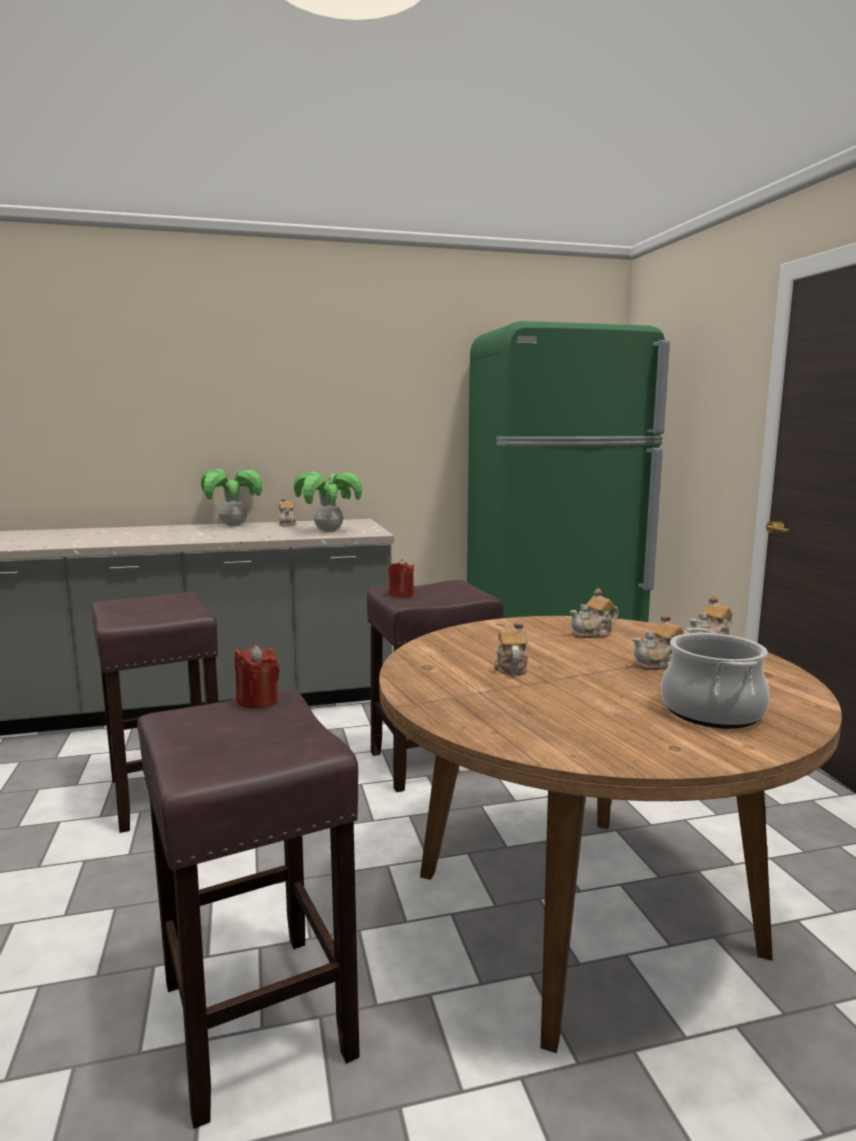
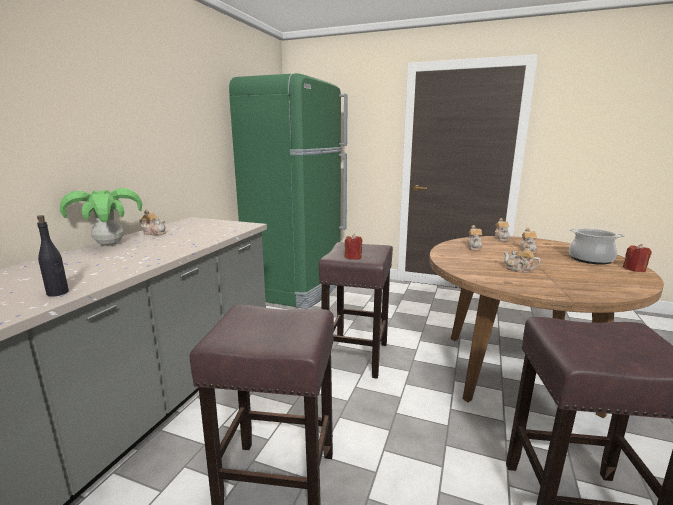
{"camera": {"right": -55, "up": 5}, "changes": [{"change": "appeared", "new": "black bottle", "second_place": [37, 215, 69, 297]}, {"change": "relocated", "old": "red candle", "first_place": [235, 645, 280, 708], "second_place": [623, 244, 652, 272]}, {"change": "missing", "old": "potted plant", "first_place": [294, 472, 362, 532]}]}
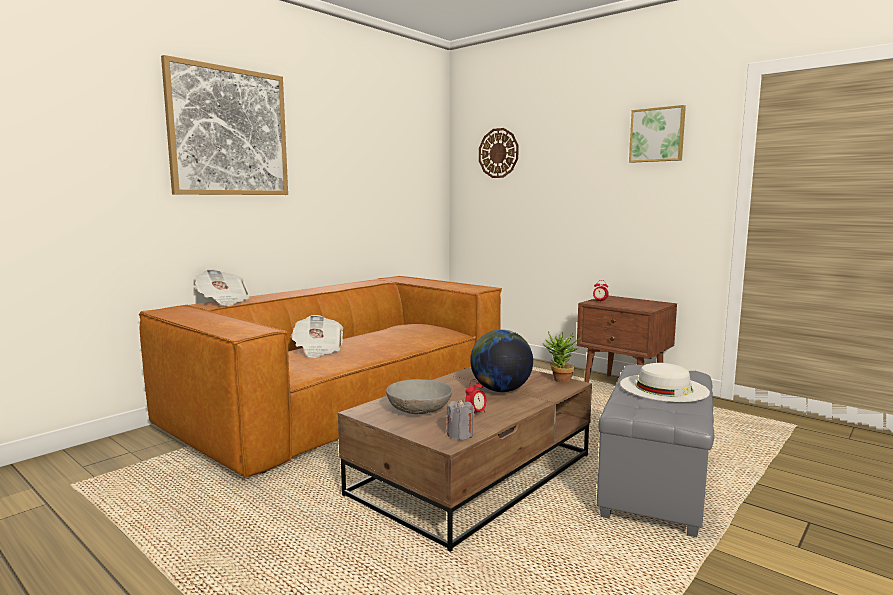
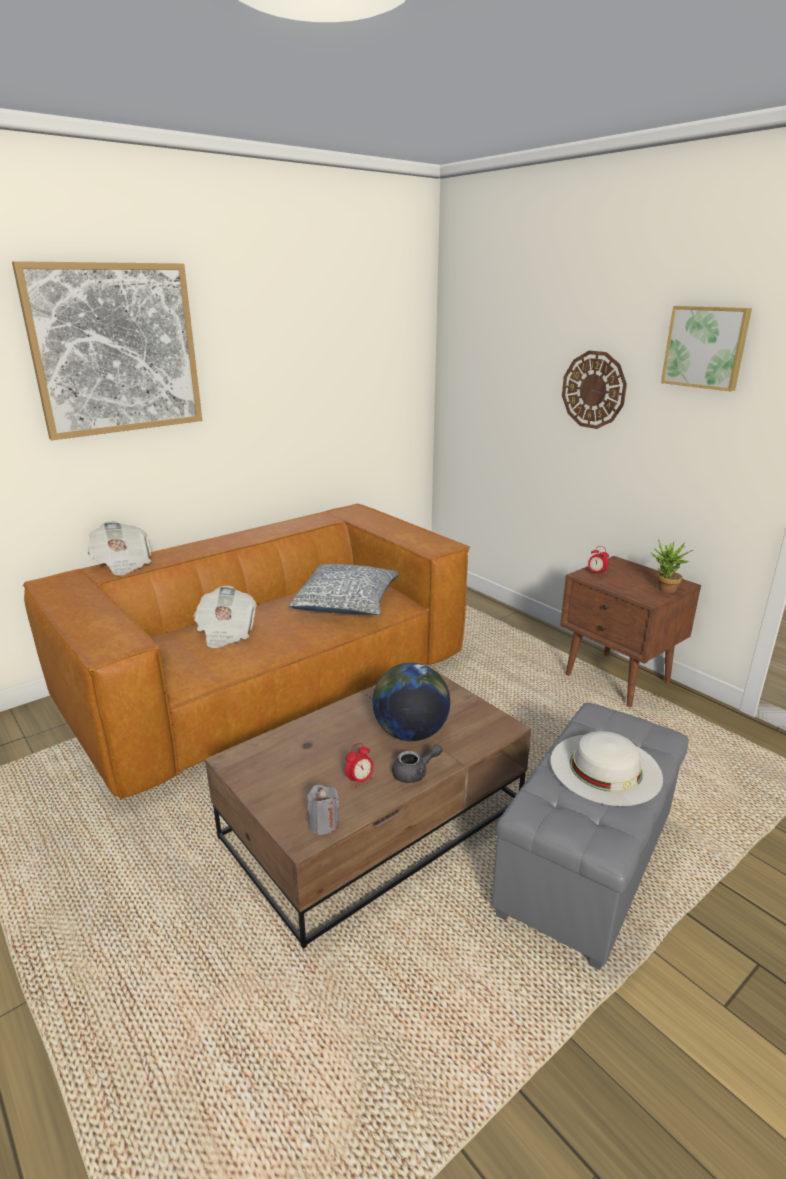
{"camera": {"right": 10, "up": 15}, "changes": [{"change": "appeared", "new": "pillow", "second_place": [288, 564, 399, 615]}, {"change": "appeared", "new": "grey teapot", "second_place": [392, 744, 443, 783]}, {"change": "relocated", "old": "wall clock", "first_place": [479, 128, 519, 178], "second_place": [562, 351, 627, 429]}, {"change": "relocated", "old": "potted plant", "first_place": [542, 331, 580, 383], "second_place": [651, 540, 694, 593]}, {"change": "missing", "old": "grey bowl", "first_place": [386, 379, 453, 414]}]}
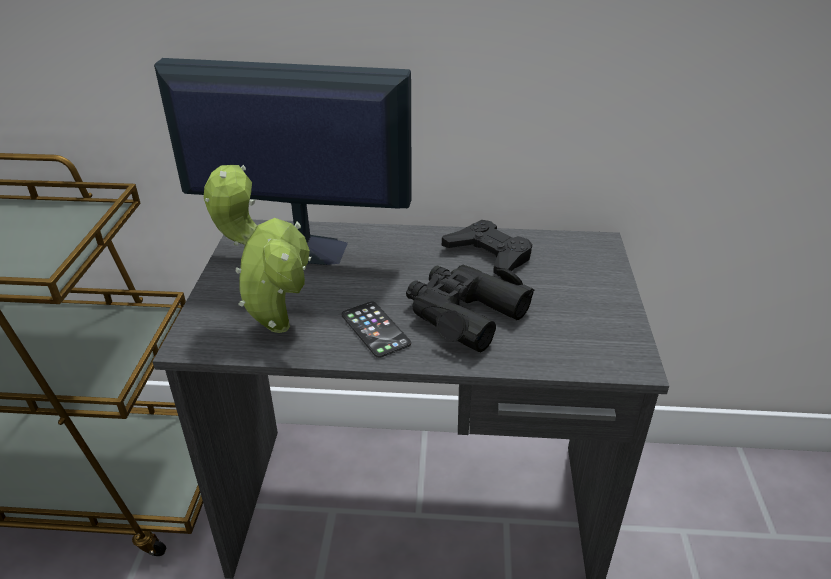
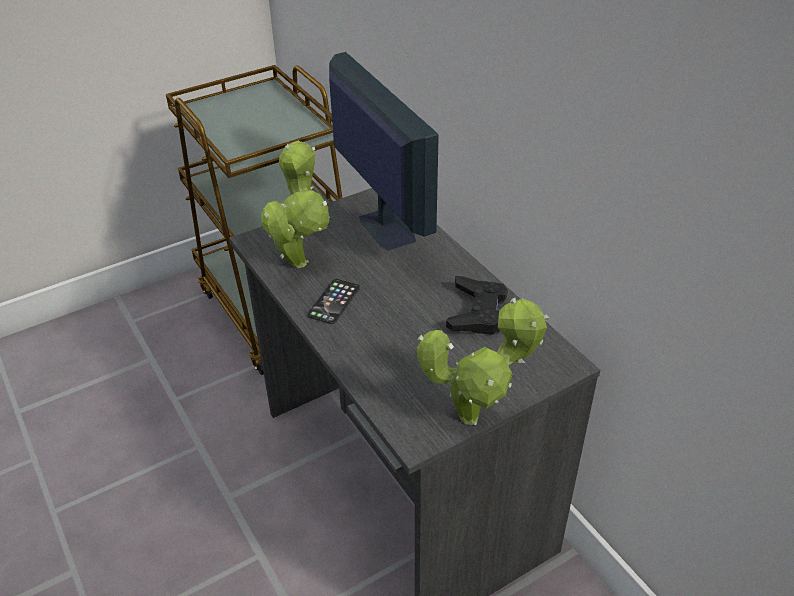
{"camera": {"right": 55, "up": 5}, "changes": [{"change": "appeared", "new": "potted plant", "second_place": [417, 298, 550, 425]}, {"change": "missing", "old": "black binoculars", "first_place": [406, 265, 534, 352]}]}
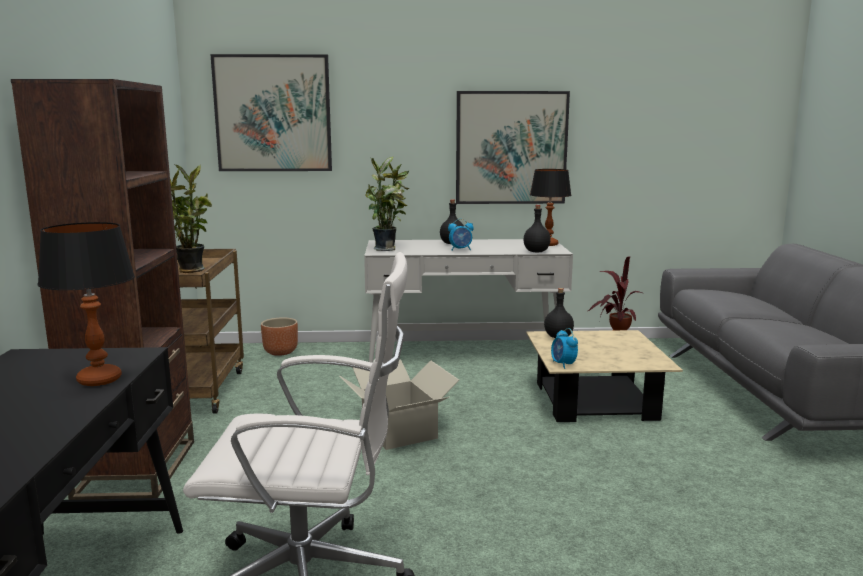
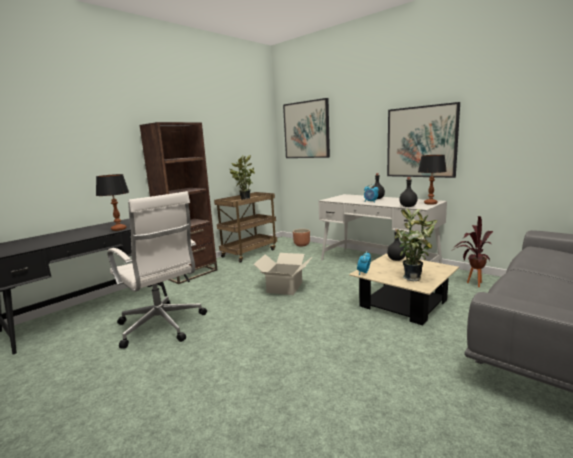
{"camera": {"right": 45, "up": 0}, "changes": [{"change": "relocated", "old": "potted plant", "first_place": [365, 157, 409, 251], "second_place": [395, 207, 437, 281]}]}
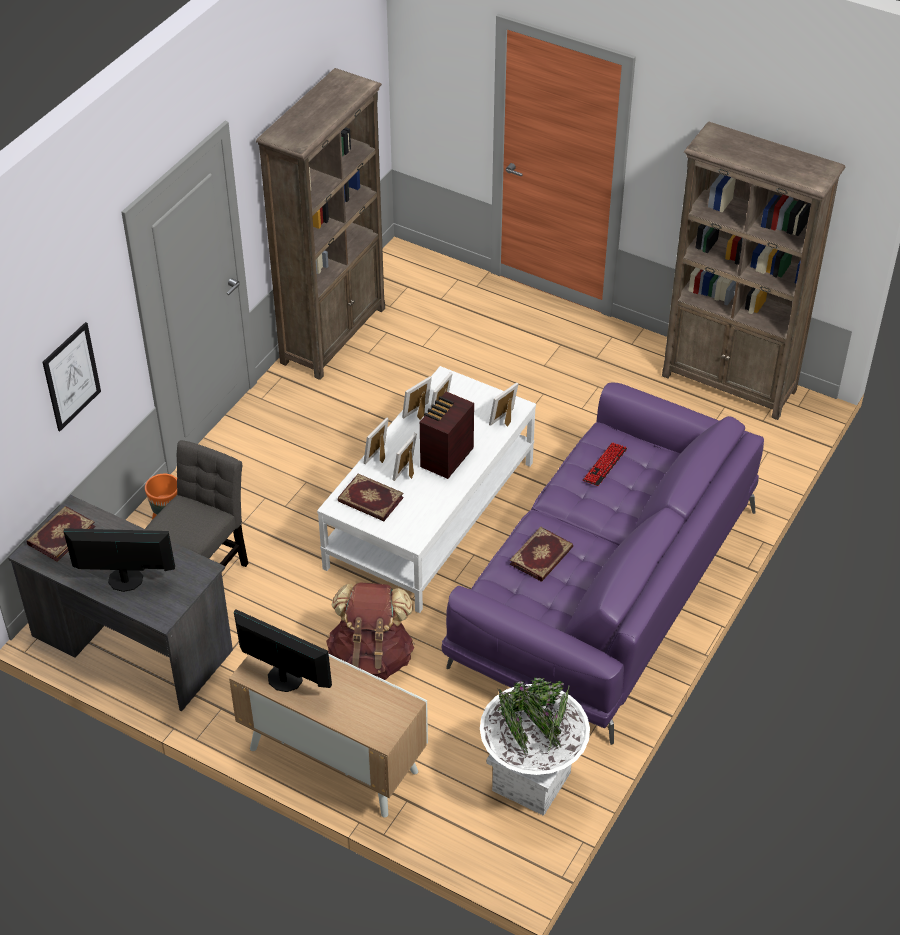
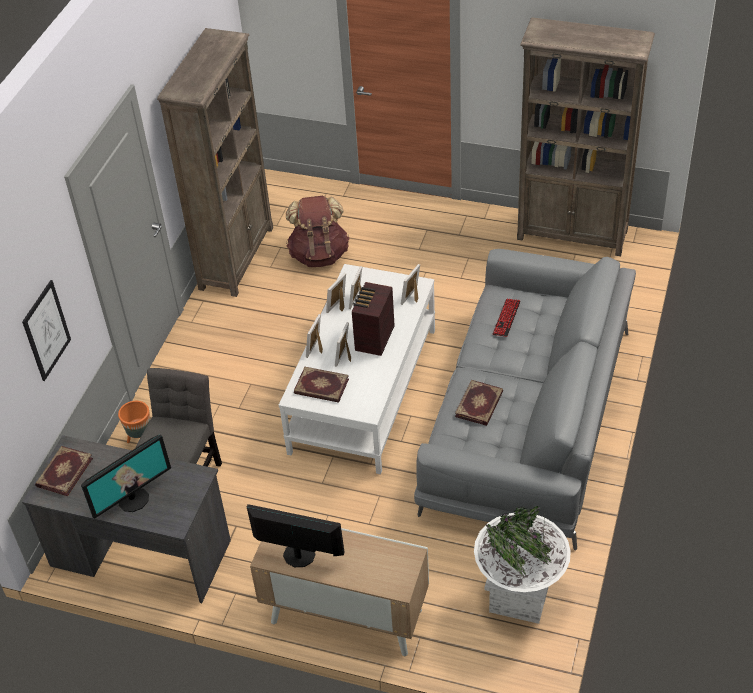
{"camera": {"right": -10, "up": 0}, "changes": [{"change": "spun", "old": "monitor", "first_place": [63, 528, 175, 592], "second_place": [81, 434, 171, 519], "degrees": 150}, {"change": "relocated", "old": "brown backpack", "first_place": [326, 582, 415, 680], "second_place": [286, 196, 350, 267]}, {"change": "colour", "old": "purple sofa", "new": "grey sofa", "first_place": [442, 382, 764, 745], "second_place": [414, 249, 636, 551]}]}
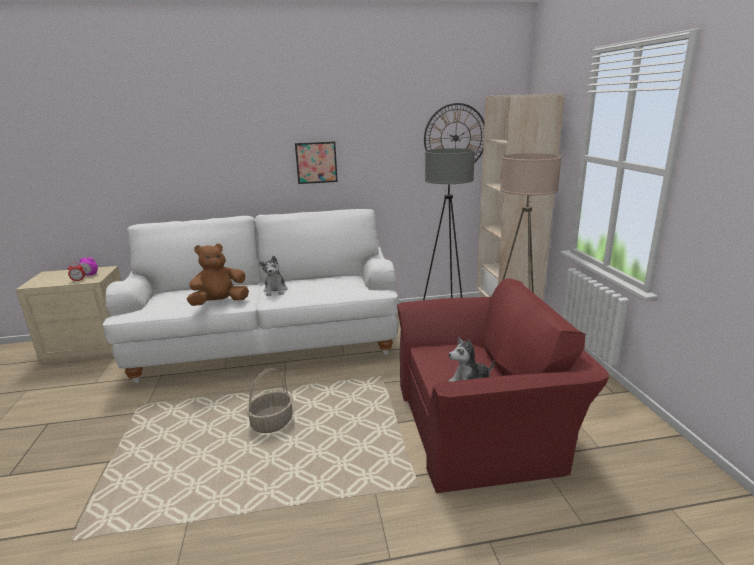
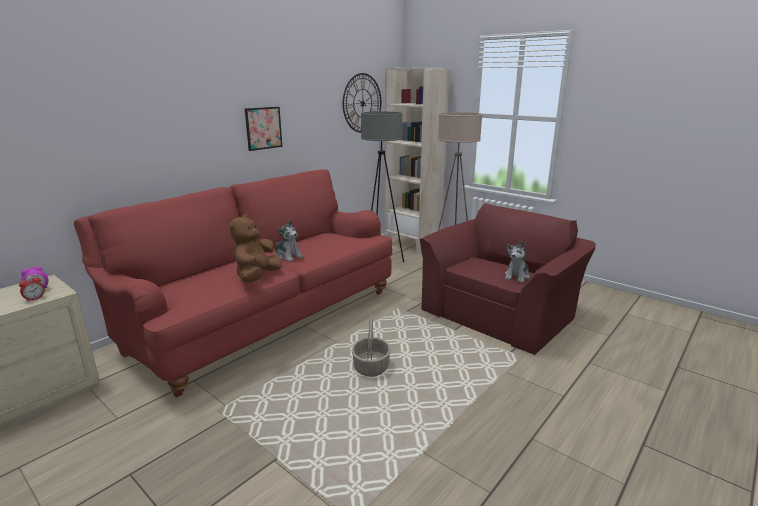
{"camera": {"right": -40, "up": 0}, "changes": [{"change": "colour", "old": "white sofa", "new": "red sofa", "first_place": [103, 209, 399, 383], "second_place": [74, 169, 392, 398]}]}
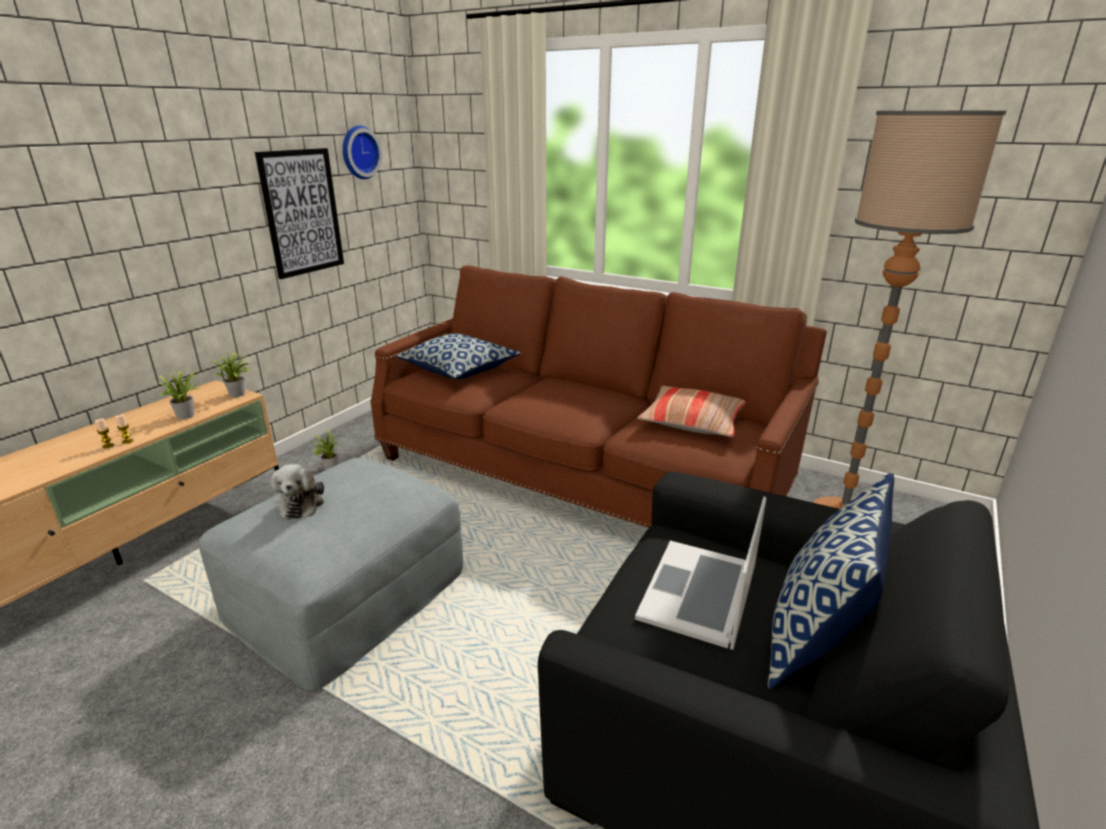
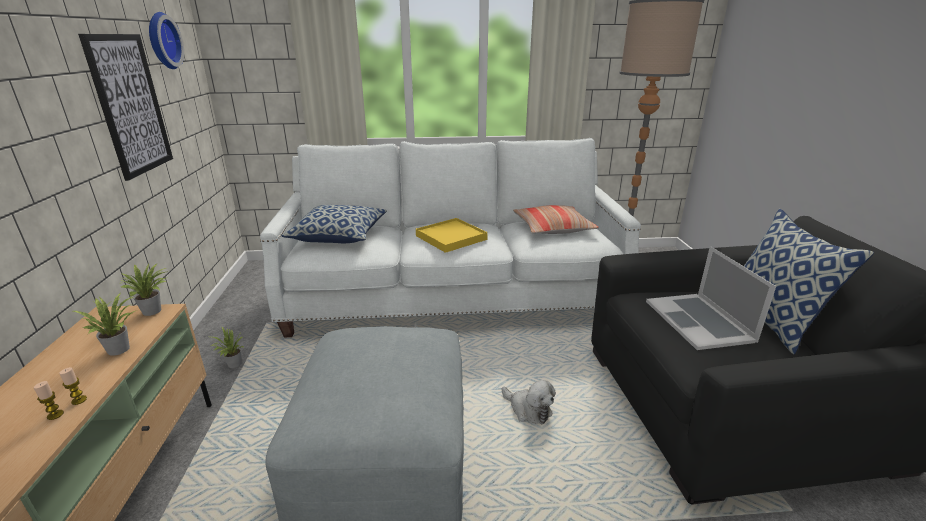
{"camera": {"right": -35, "up": 0}, "changes": [{"change": "colour", "old": "brown sofa", "new": "white sofa", "first_place": [371, 265, 827, 528], "second_place": [260, 138, 641, 338]}, {"change": "appeared", "new": "yellow tray", "second_place": [416, 218, 488, 253]}, {"change": "relocated", "old": "plush toy", "first_place": [271, 464, 324, 519], "second_place": [502, 380, 556, 424]}]}
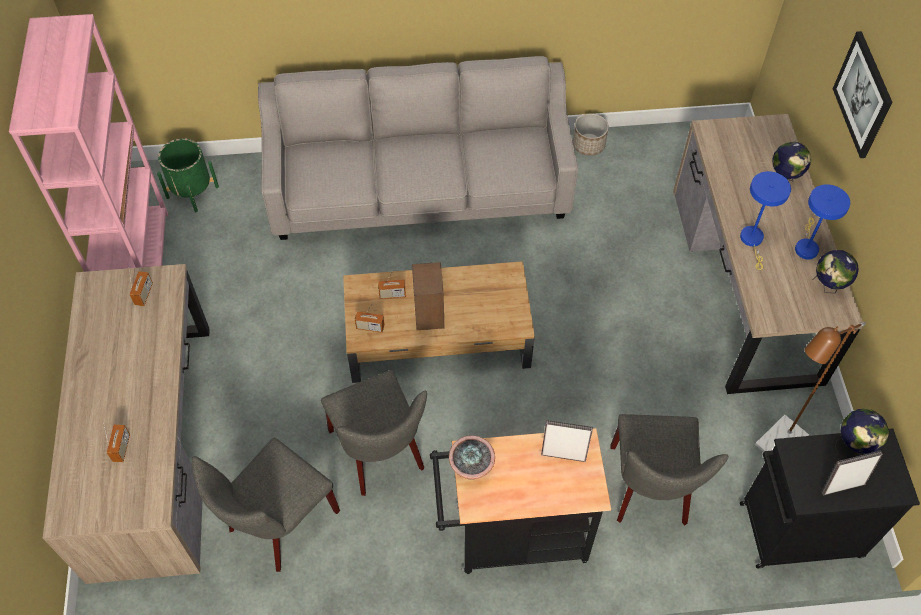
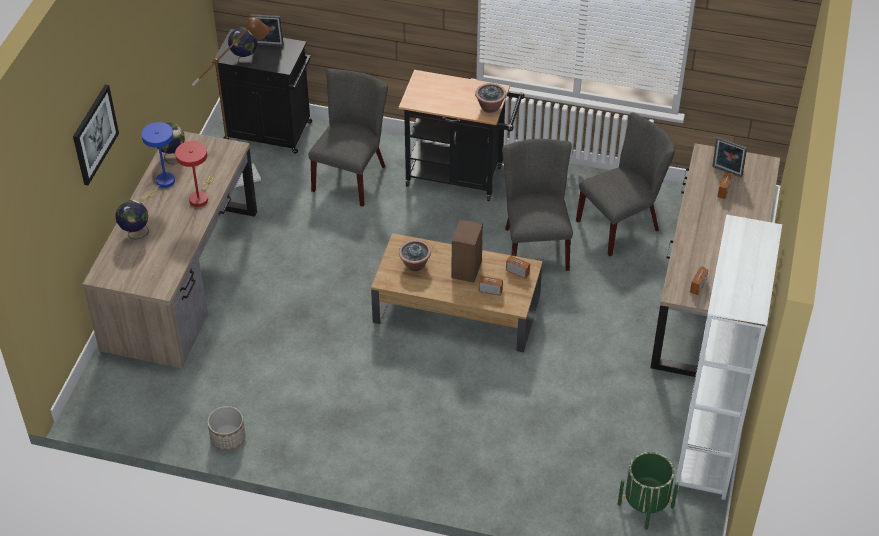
{"camera": {"right": -160, "up": -10}, "changes": [{"change": "colour", "old": "blue table lamp", "new": "red table lamp", "first_place": [740, 171, 791, 270], "second_place": [175, 141, 213, 207]}, {"change": "appeared", "new": "potted plant", "second_place": [399, 240, 431, 271]}, {"change": "colour", "old": "pink bookcase", "new": "white bookcase", "first_place": [9, 14, 168, 272], "second_place": [676, 214, 782, 500]}, {"change": "relocated", "old": "picture frame", "first_place": [541, 420, 593, 462], "second_place": [712, 137, 747, 177]}, {"change": "missing", "old": "grey sofa", "first_place": [258, 56, 578, 240]}]}
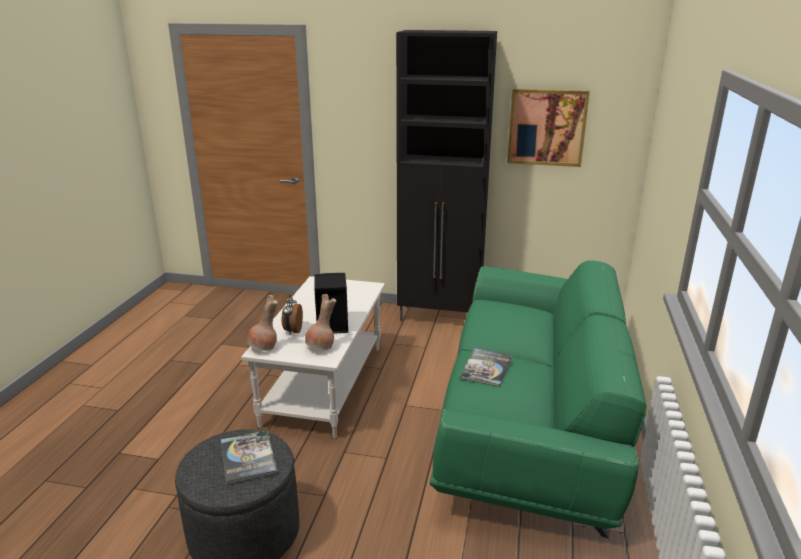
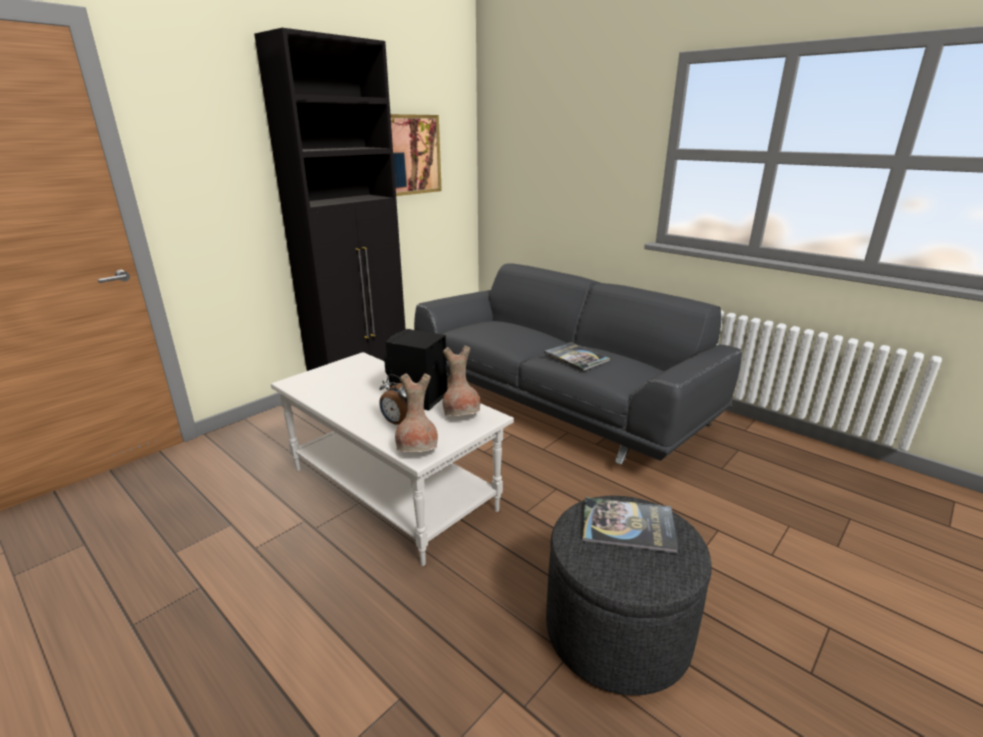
{"camera": {"right": -60, "up": 0}, "changes": [{"change": "colour", "old": "green sofa", "new": "grey sofa", "first_place": [430, 260, 647, 539], "second_place": [414, 263, 742, 465]}]}
